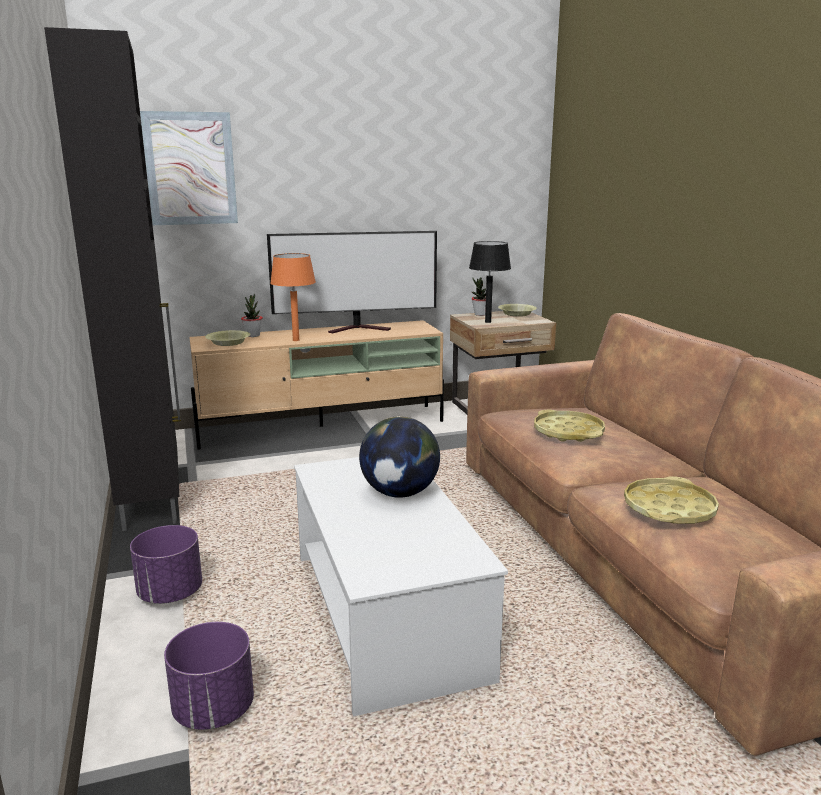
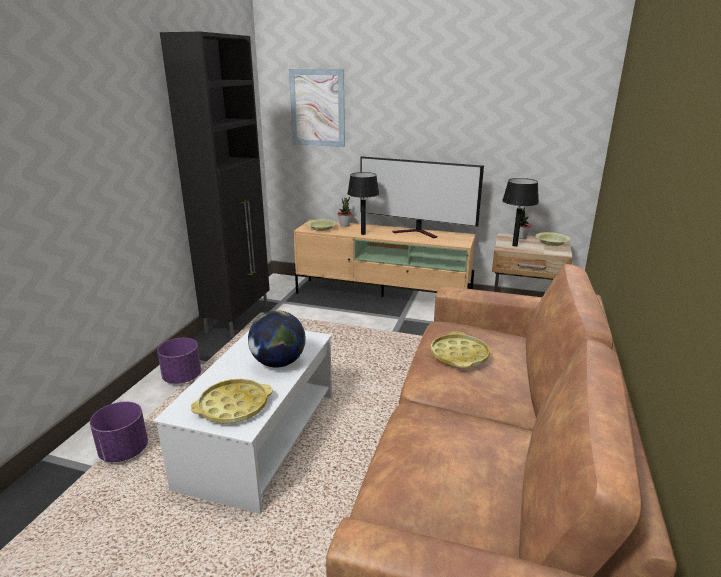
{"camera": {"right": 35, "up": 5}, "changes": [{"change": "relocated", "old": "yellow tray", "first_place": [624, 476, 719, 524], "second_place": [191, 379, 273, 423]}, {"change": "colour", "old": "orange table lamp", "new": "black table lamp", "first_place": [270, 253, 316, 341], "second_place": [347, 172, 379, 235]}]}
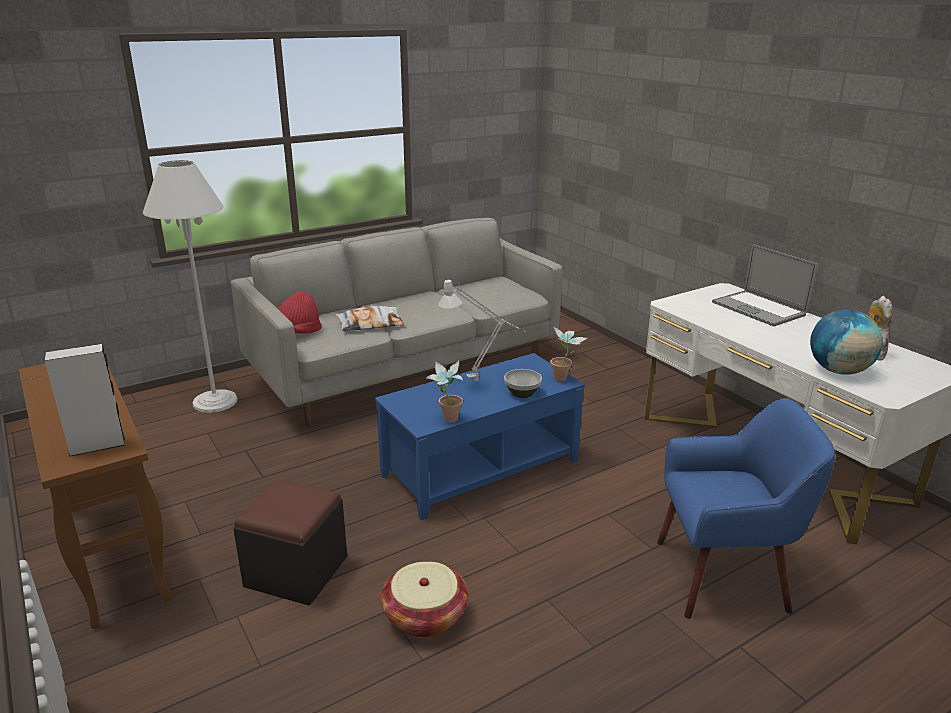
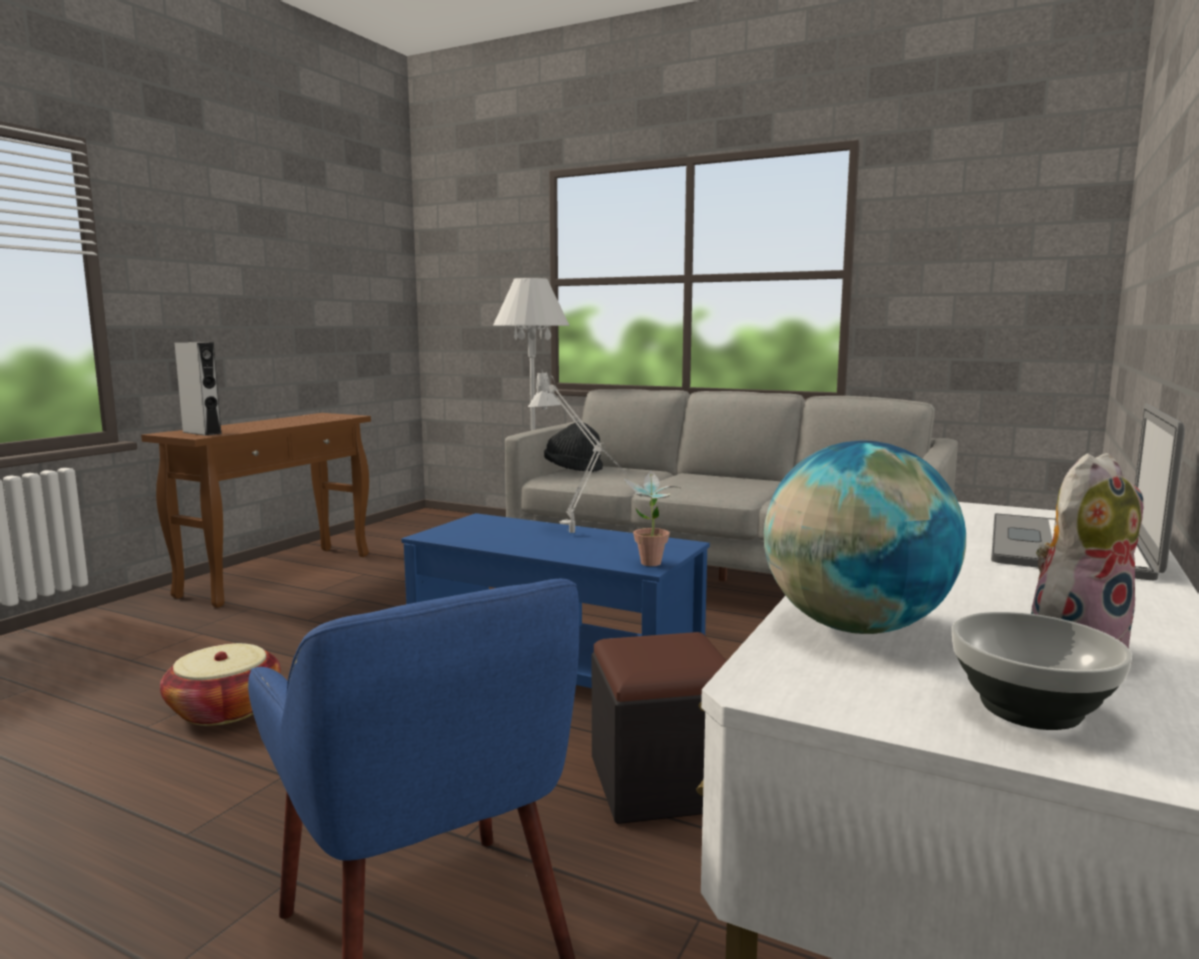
{"camera": {"right": 60, "up": -15}, "changes": [{"change": "colour", "old": "red hat", "new": "black hat", "first_place": [278, 291, 322, 334], "second_place": [544, 423, 603, 472]}, {"change": "relocated", "old": "black ottoman", "first_place": [233, 479, 347, 606], "second_place": [592, 632, 726, 824]}, {"change": "relocated", "old": "bowl", "first_place": [504, 369, 542, 398], "second_place": [952, 612, 1132, 730]}, {"change": "missing", "old": "pillow", "first_place": [335, 306, 404, 331]}, {"change": "missing", "old": "potted plant", "first_place": [426, 361, 463, 422]}]}
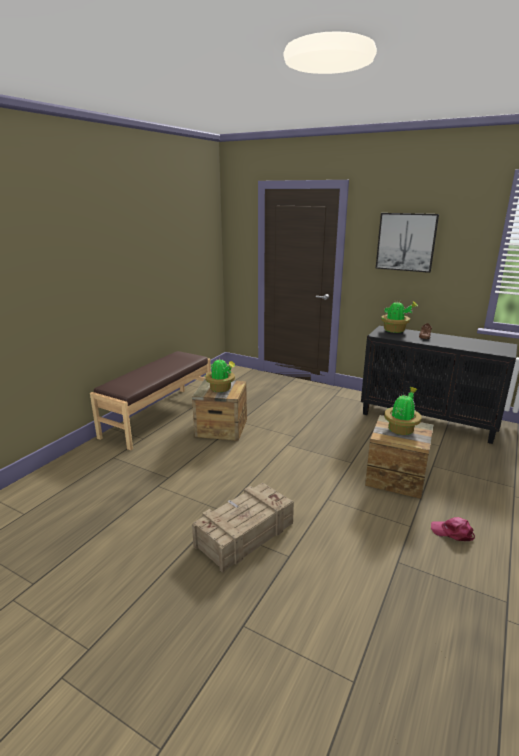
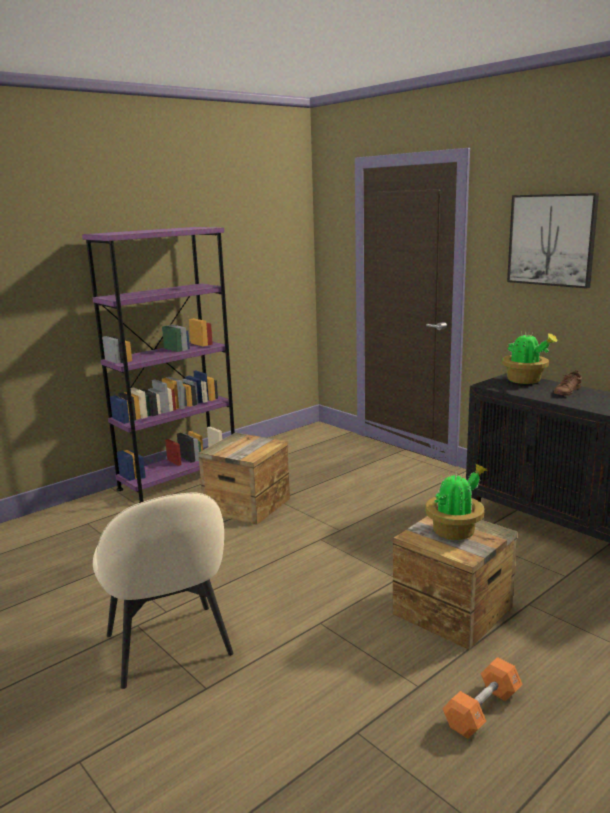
{"camera": {"right": 20, "up": -5}, "changes": [{"change": "exchanged", "old": "brown bench", "new": "purple bookcase", "first_place": [90, 351, 211, 450], "second_place": [82, 227, 235, 503]}, {"change": "exchanged", "old": "crate", "new": "beige chair", "first_place": [192, 483, 294, 573], "second_place": [93, 493, 234, 689]}, {"change": "exchanged", "old": "pink cap", "new": "orange dumbbell", "first_place": [431, 517, 475, 541], "second_place": [442, 657, 523, 738]}, {"change": "missing", "old": "potted plant", "first_place": [205, 358, 235, 392]}]}
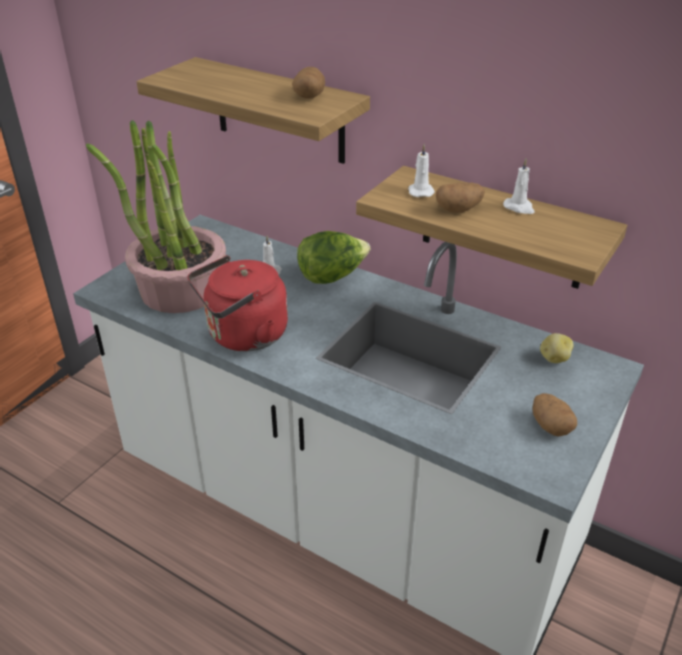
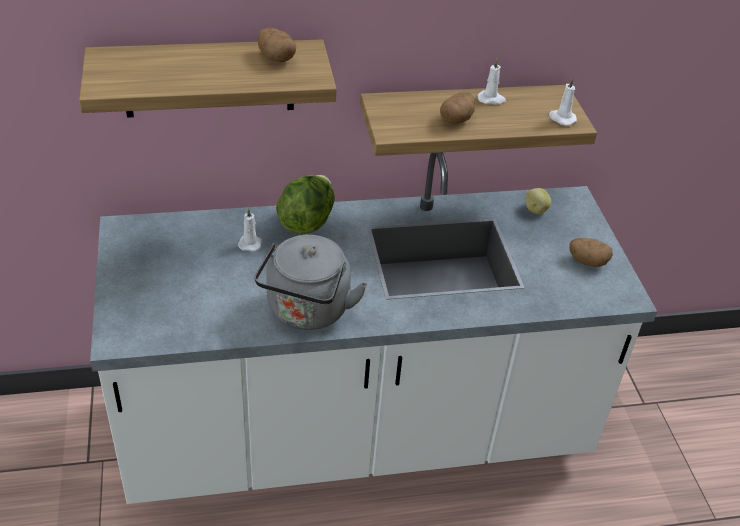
{"camera": {"right": -45, "up": 5}, "changes": [{"change": "colour", "old": "red kettle", "new": "grey kettle", "first_place": [187, 255, 288, 351], "second_place": [254, 235, 368, 330]}, {"change": "relocated", "old": "white candle", "first_place": [408, 144, 435, 197], "second_place": [549, 77, 577, 126]}, {"change": "missing", "old": "potted plant", "first_place": [86, 120, 226, 313]}]}
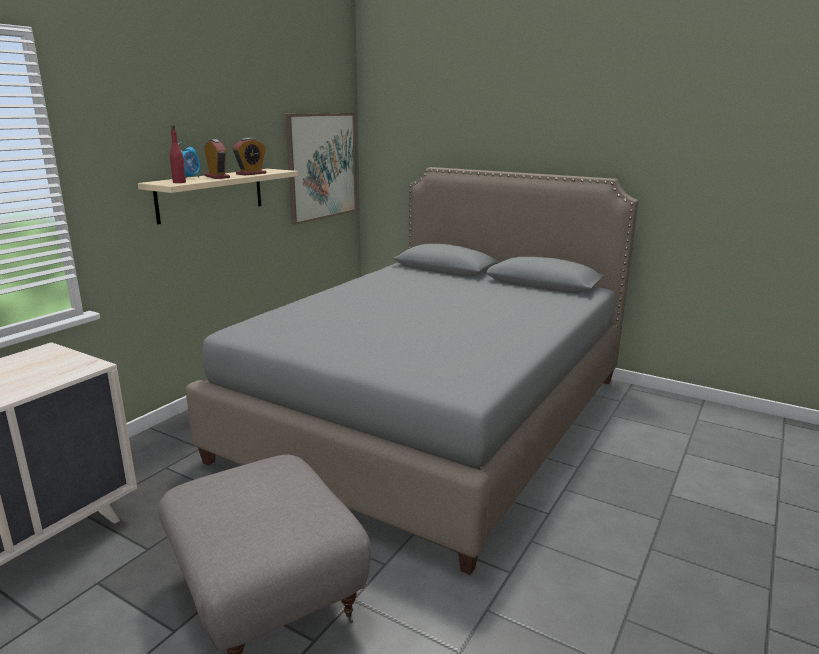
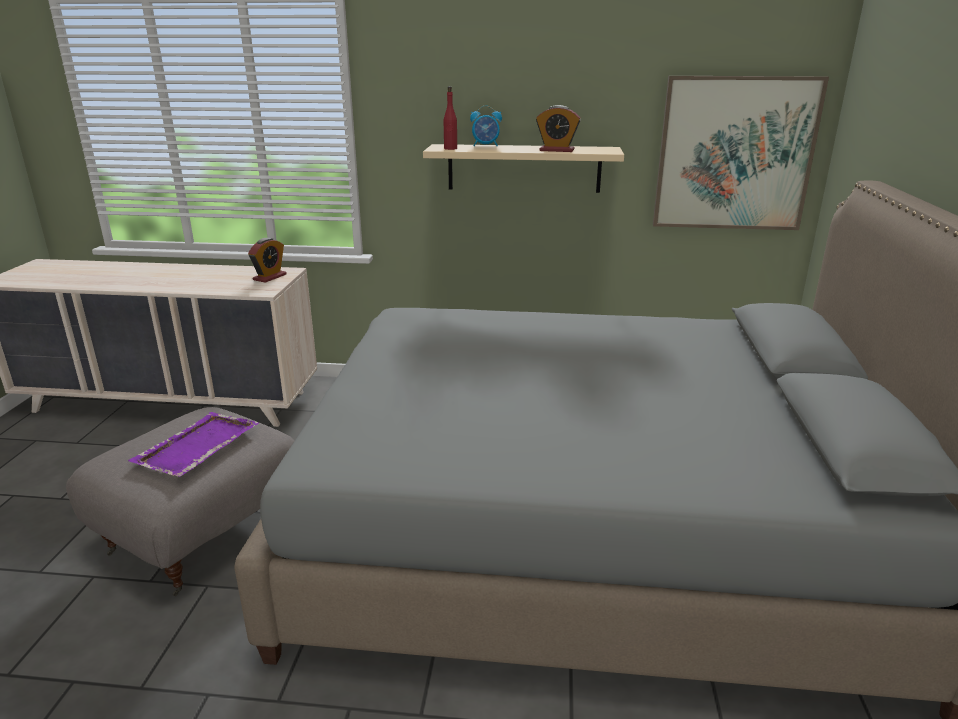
{"camera": {"right": 65, "up": 5}, "changes": [{"change": "appeared", "new": "purple tray", "second_place": [128, 412, 259, 477]}, {"change": "relocated", "old": "alarm clock", "first_place": [204, 139, 230, 179], "second_place": [248, 238, 287, 283]}]}
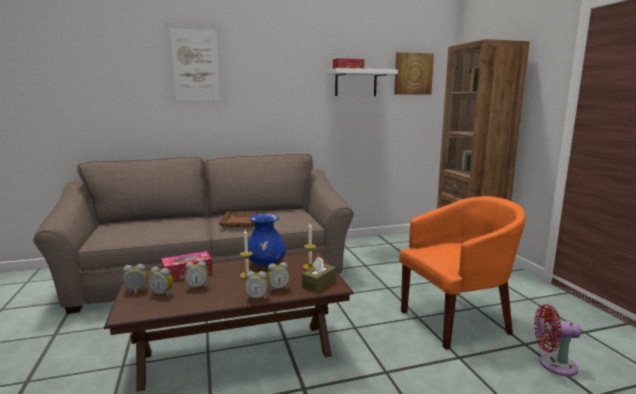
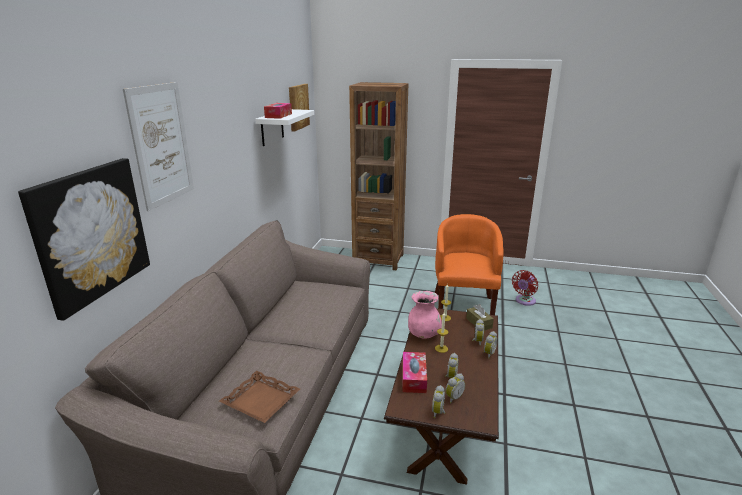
{"camera": {"right": -60, "up": 10}, "changes": [{"change": "appeared", "new": "picture", "second_place": [18, 158, 150, 321]}, {"change": "relocated", "old": "brown tray", "first_place": [218, 211, 262, 227], "second_place": [219, 371, 300, 423]}, {"change": "colour", "old": "blue vase", "new": "pink vase", "first_place": [248, 214, 286, 265], "second_place": [408, 291, 442, 339]}]}
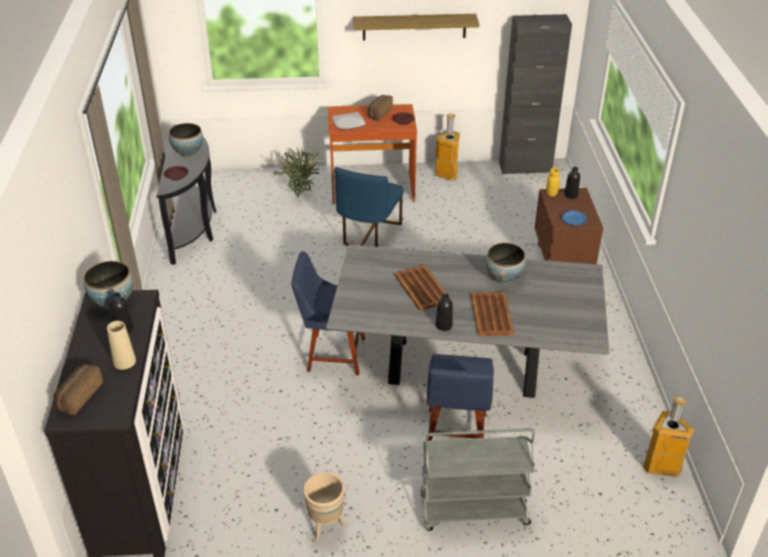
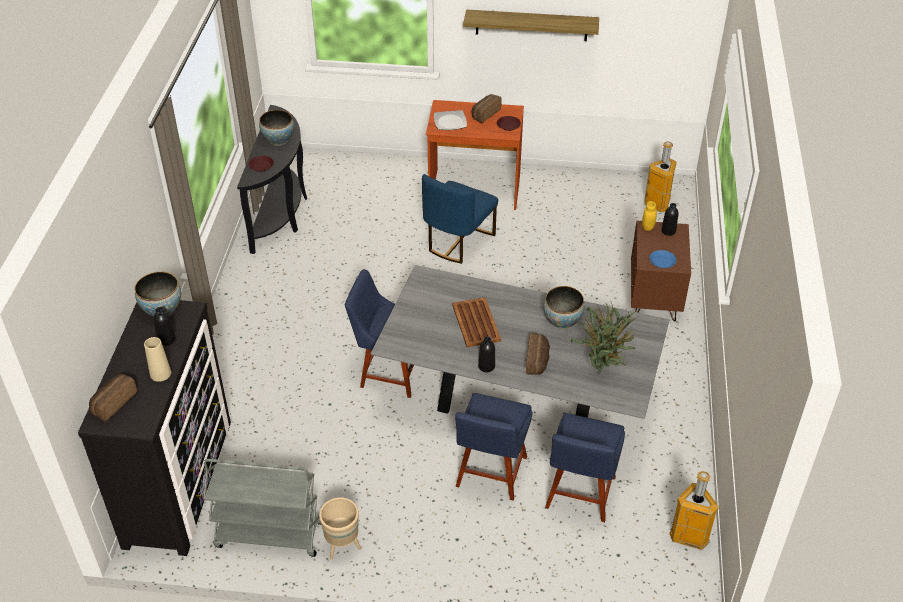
{"camera": {"right": 10, "up": 5}, "changes": [{"change": "relocated", "old": "grey cart", "first_place": [420, 428, 535, 531], "second_place": [203, 459, 321, 557]}, {"change": "exchanged", "old": "brown tray", "new": "bread", "first_place": [471, 292, 514, 336], "second_place": [526, 333, 550, 375]}, {"change": "appeared", "new": "blue chair", "second_place": [545, 413, 625, 522]}, {"change": "relocated", "old": "potted plant", "first_place": [274, 147, 319, 198], "second_place": [571, 302, 638, 373]}, {"change": "relocated", "old": "trash can", "first_place": [435, 114, 460, 180], "second_place": [645, 141, 677, 212]}, {"change": "missing", "old": "black cabinet", "first_place": [499, 14, 572, 175]}]}
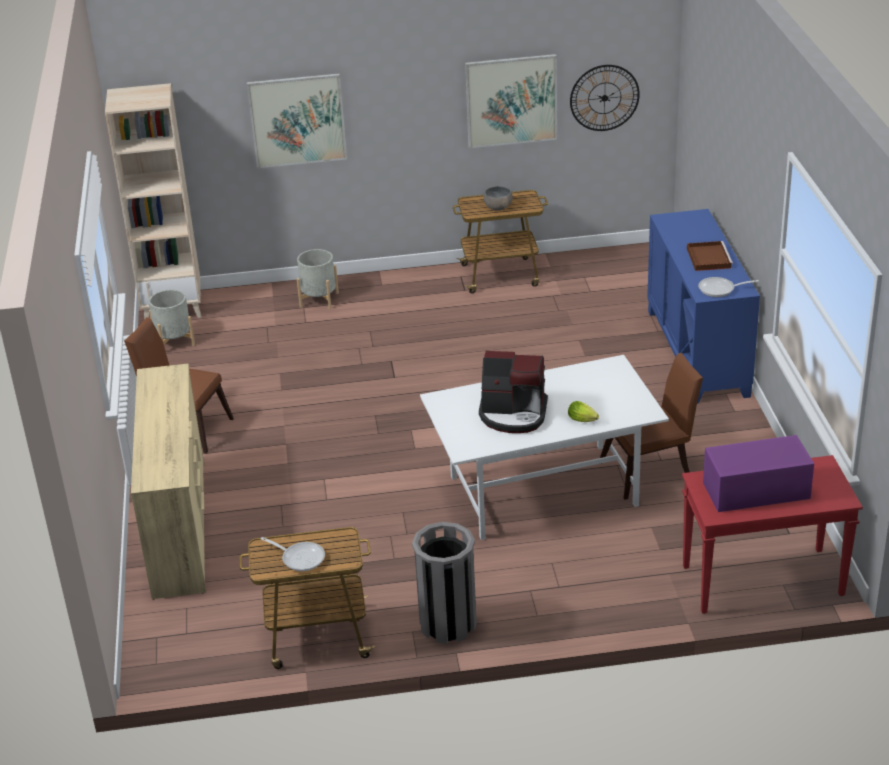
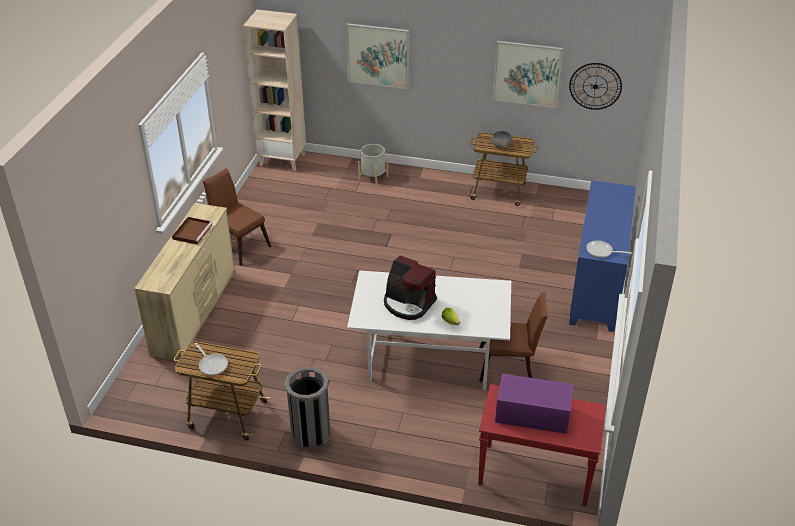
{"camera": {"right": 20, "up": 5}, "changes": [{"change": "relocated", "old": "brown tray", "first_place": [687, 241, 733, 271], "second_place": [172, 217, 213, 245]}, {"change": "missing", "old": "grey planter", "first_place": [149, 289, 195, 346]}]}
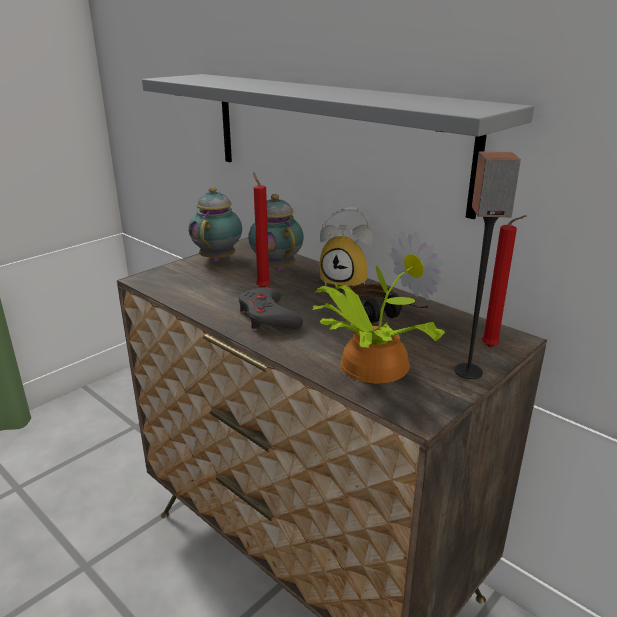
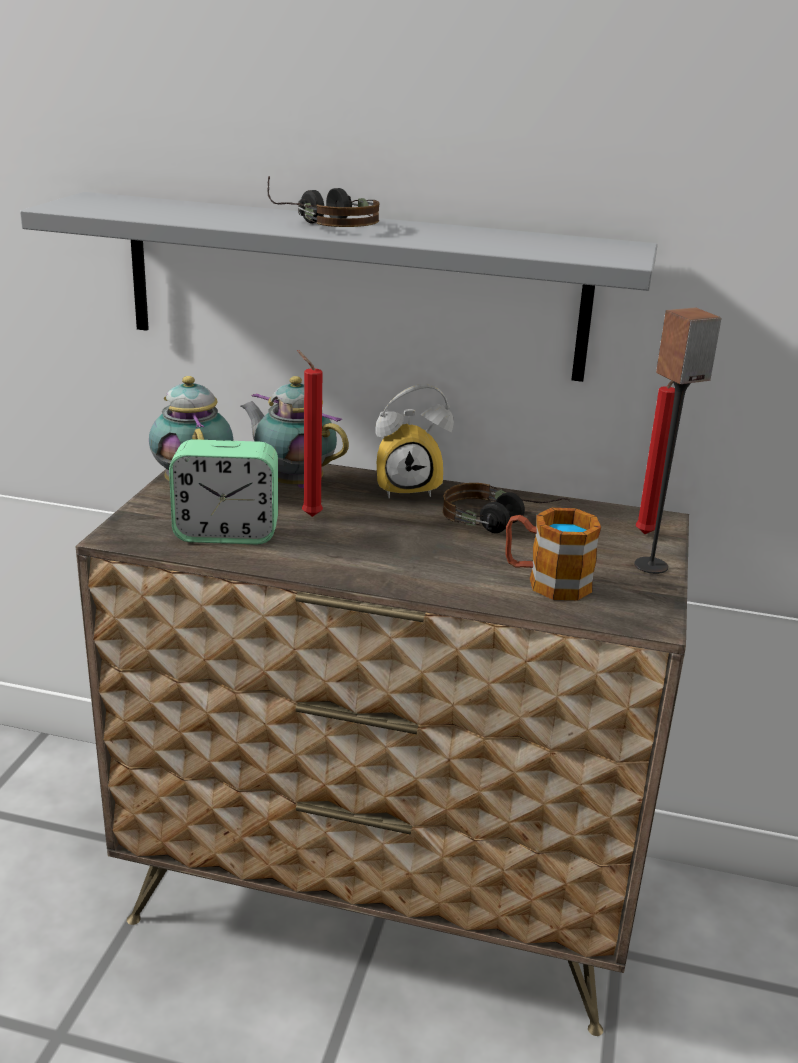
{"camera": {"right": -30, "up": 0}, "changes": [{"change": "appeared", "new": "alarm clock", "second_place": [169, 439, 278, 544]}, {"change": "appeared", "new": "headphones", "second_place": [267, 176, 380, 227]}, {"change": "exchanged", "old": "potted plant", "new": "mug", "first_place": [312, 231, 445, 383], "second_place": [506, 508, 601, 600]}, {"change": "missing", "old": "grey game controller", "first_place": [238, 287, 303, 329]}]}
